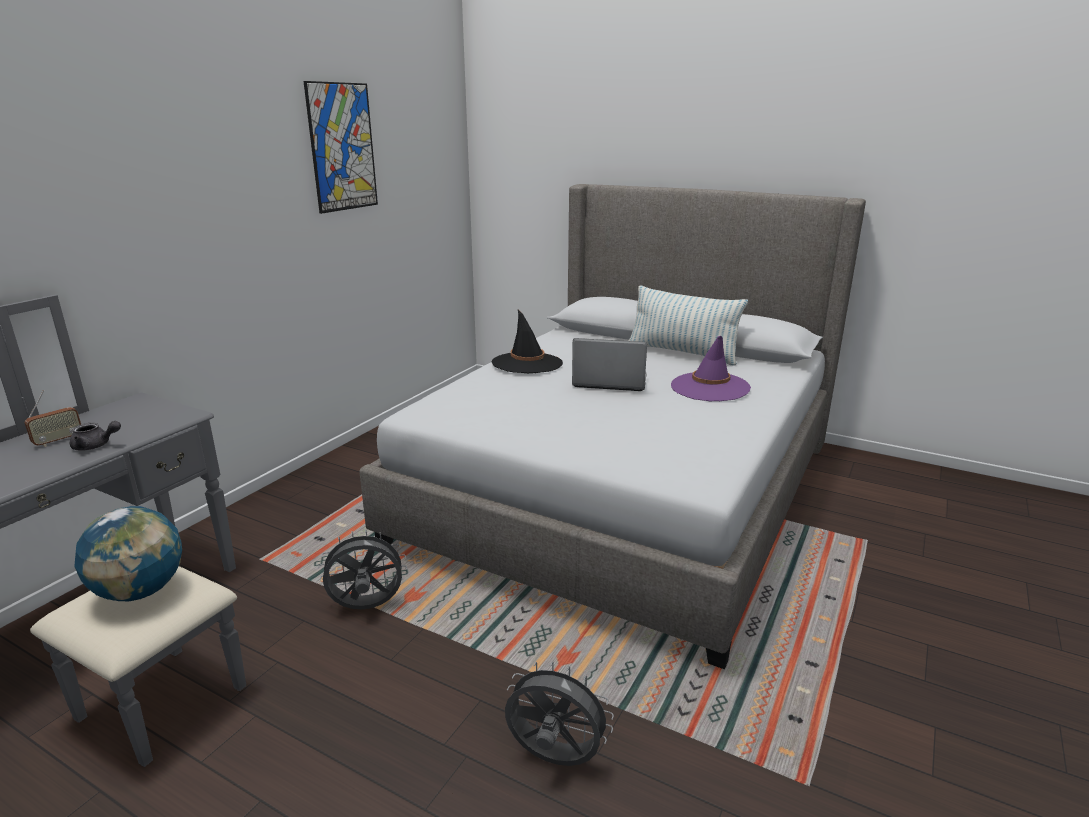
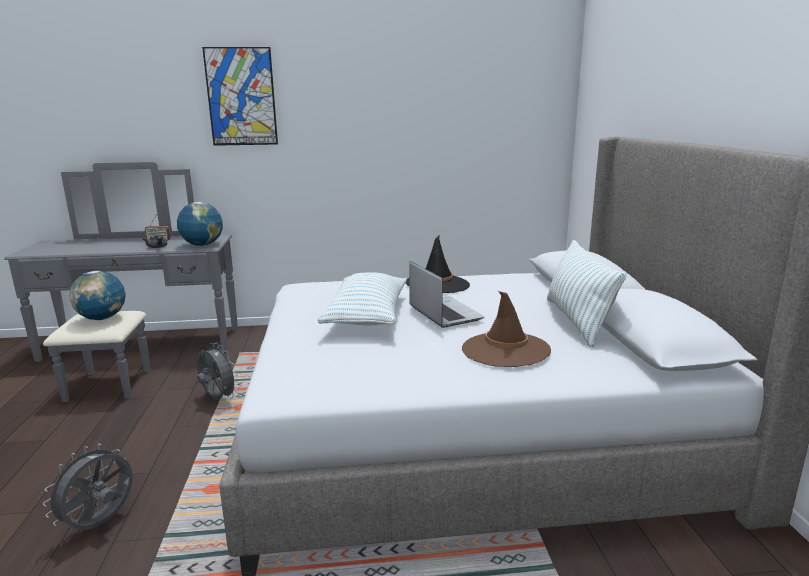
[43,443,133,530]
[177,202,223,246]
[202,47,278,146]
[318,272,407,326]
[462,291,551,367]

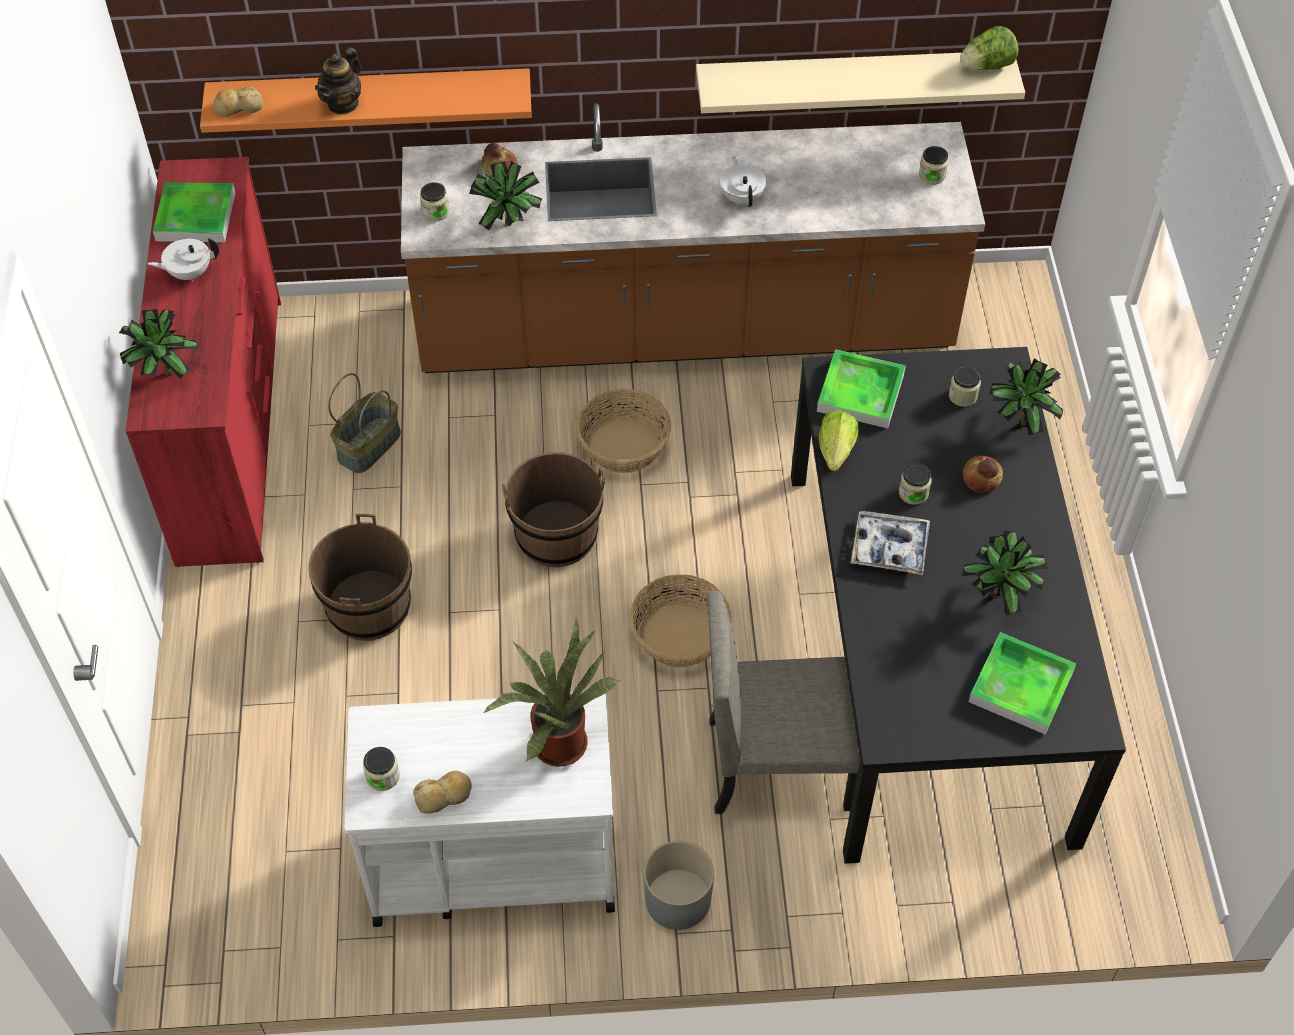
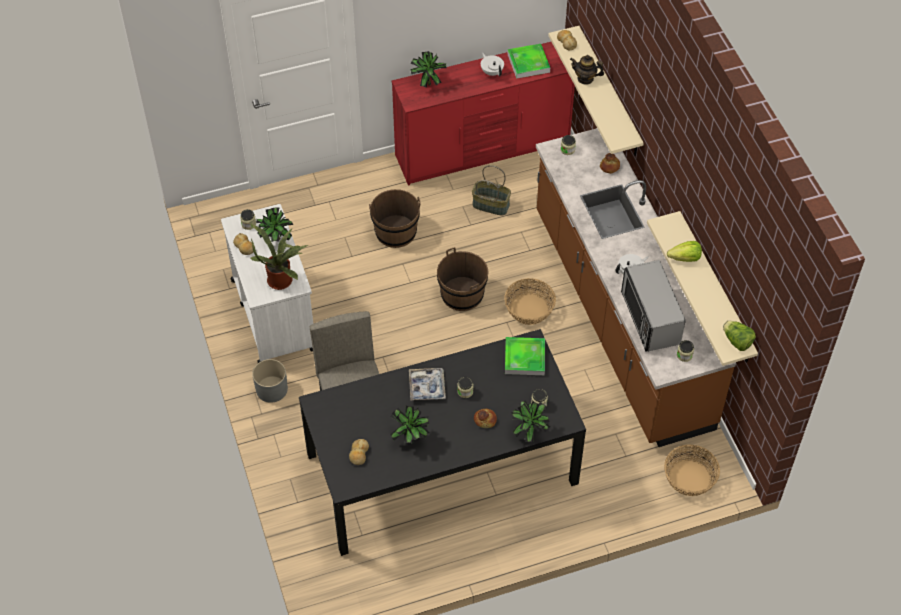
[256,207,293,242]
[349,439,369,465]
[548,26,644,156]
[621,260,686,352]
[664,445,720,496]
[667,241,702,262]

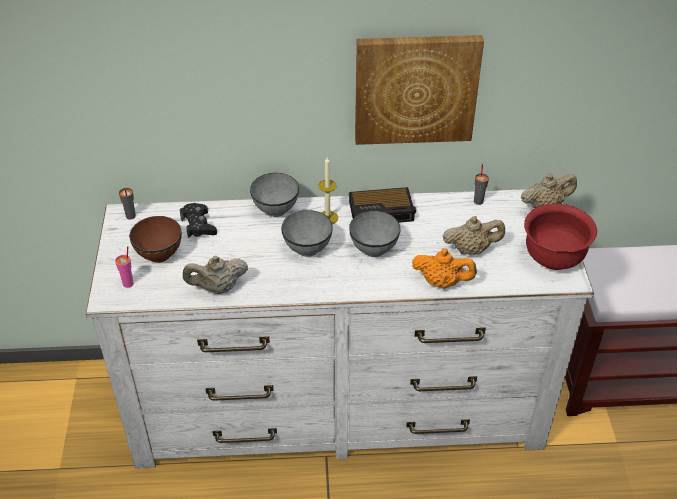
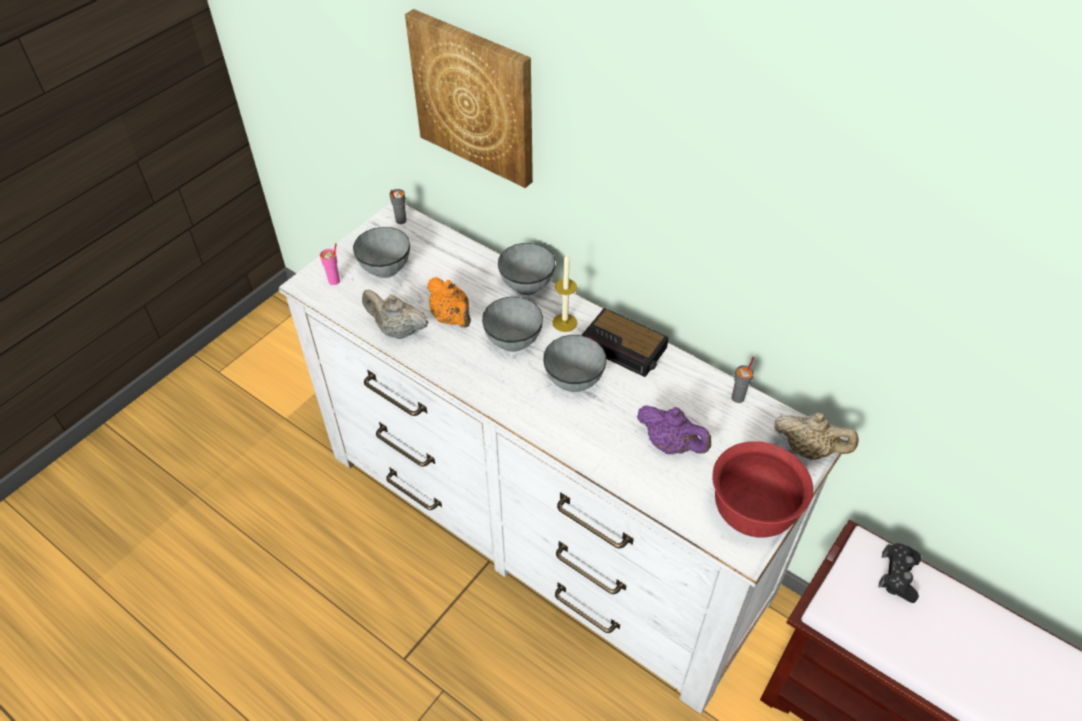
[353,227,410,278]
[405,9,533,188]
[427,277,471,328]
[637,405,711,454]
[878,543,922,603]

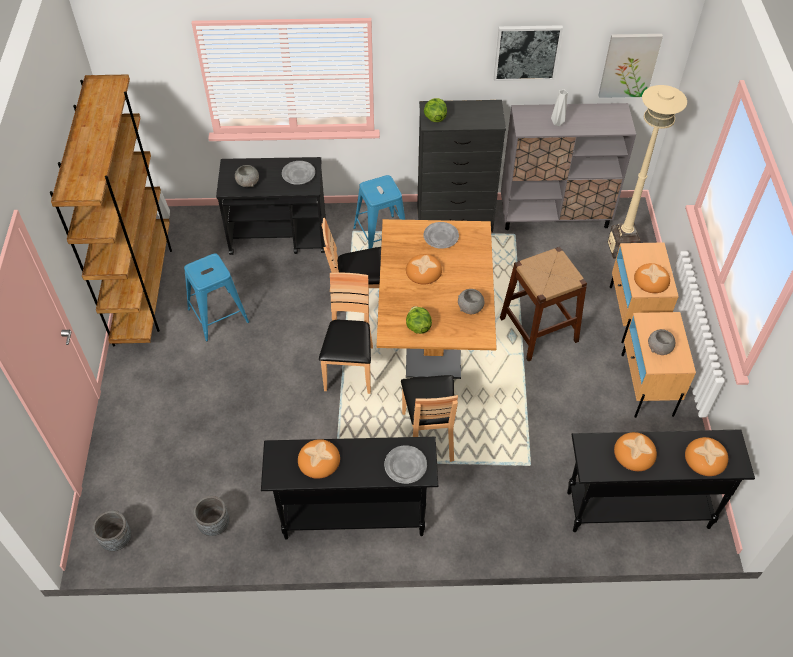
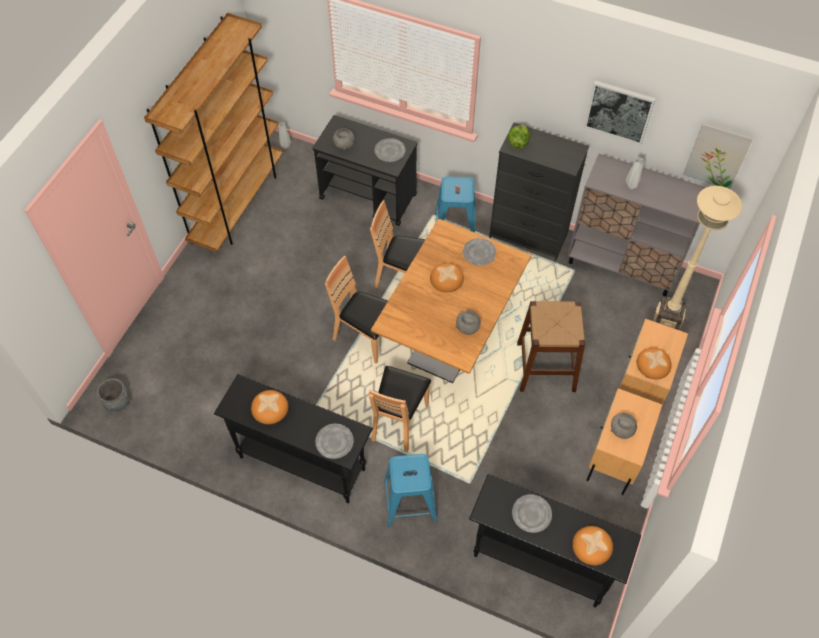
[325,256,388,364]
[384,454,437,527]
[512,494,552,533]
[193,496,229,536] (first image)
[406,306,432,334] (first image)

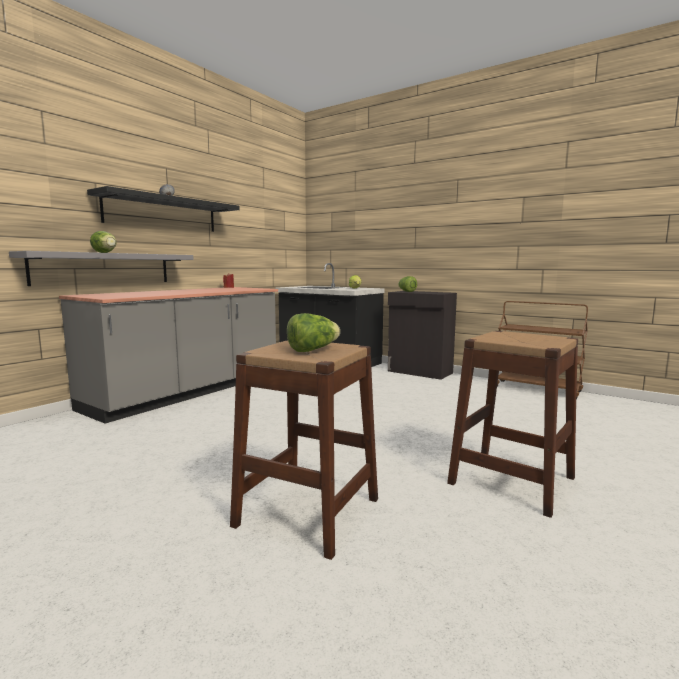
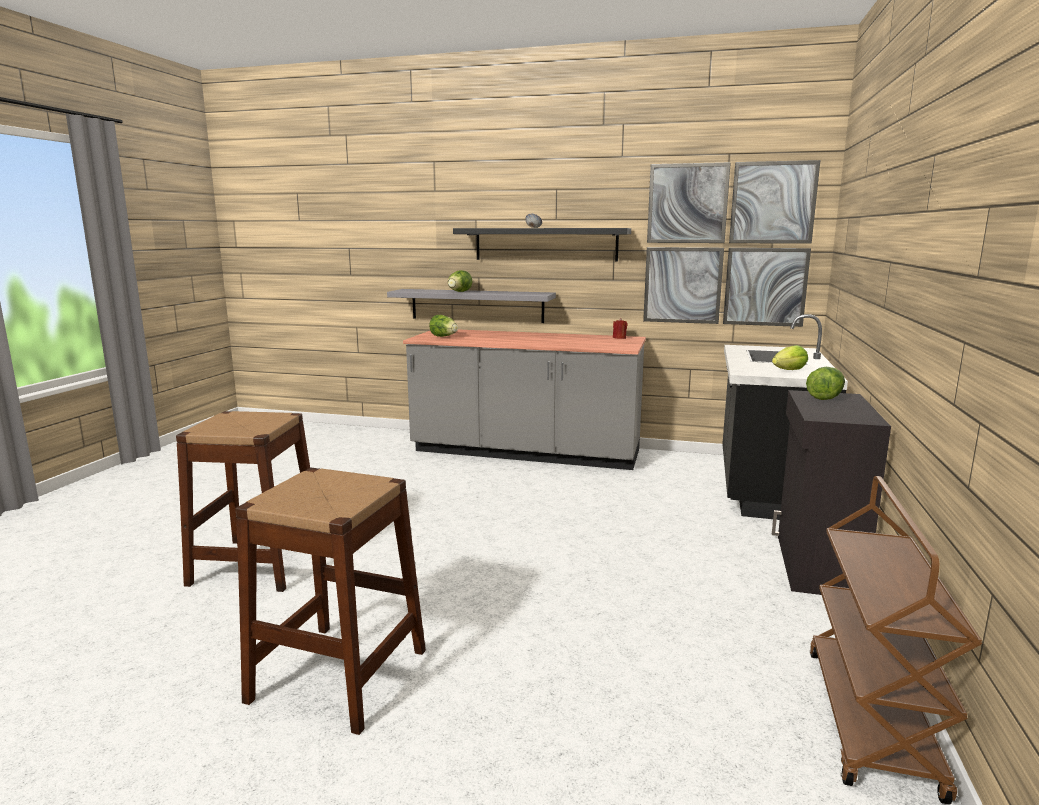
[429,315,458,337]
[643,160,820,327]

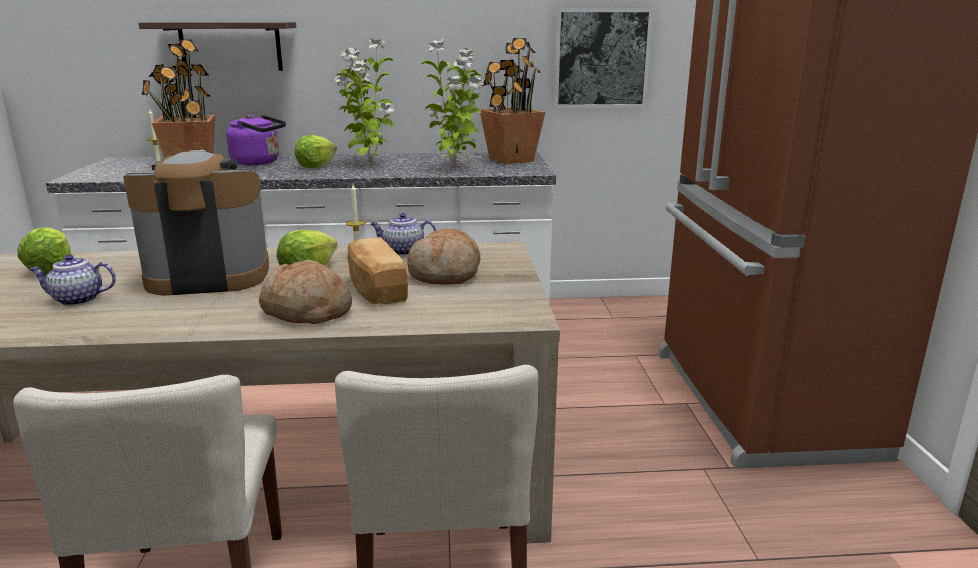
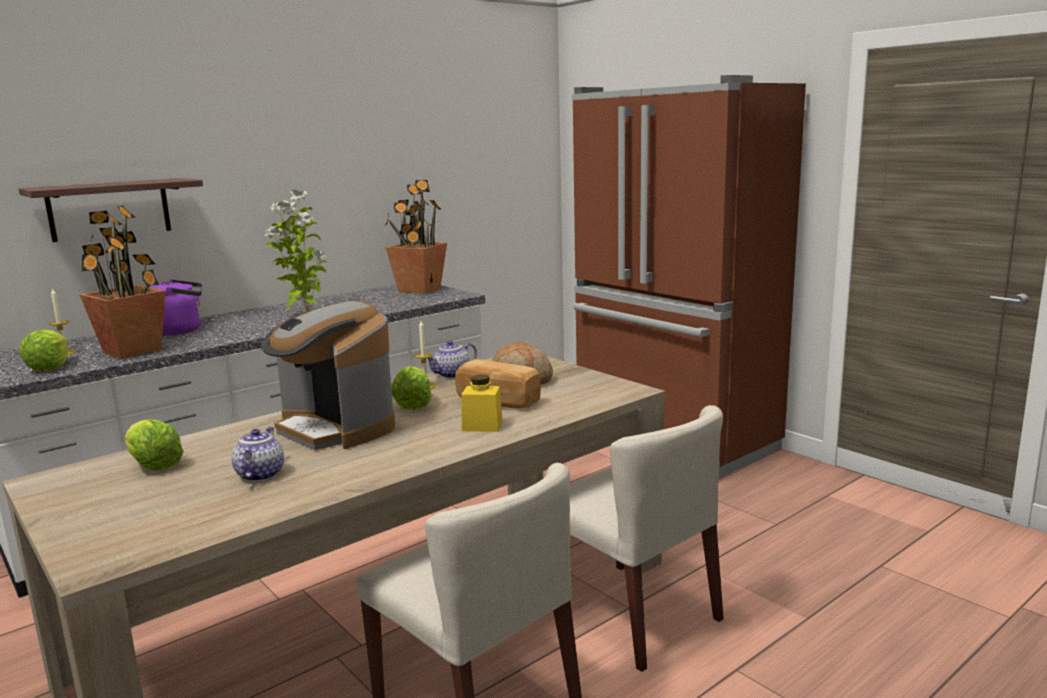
[19,329,68,372]
[231,427,284,482]
[261,301,395,450]
[461,374,503,432]
[420,39,485,169] (first image)
[554,8,653,108] (first image)

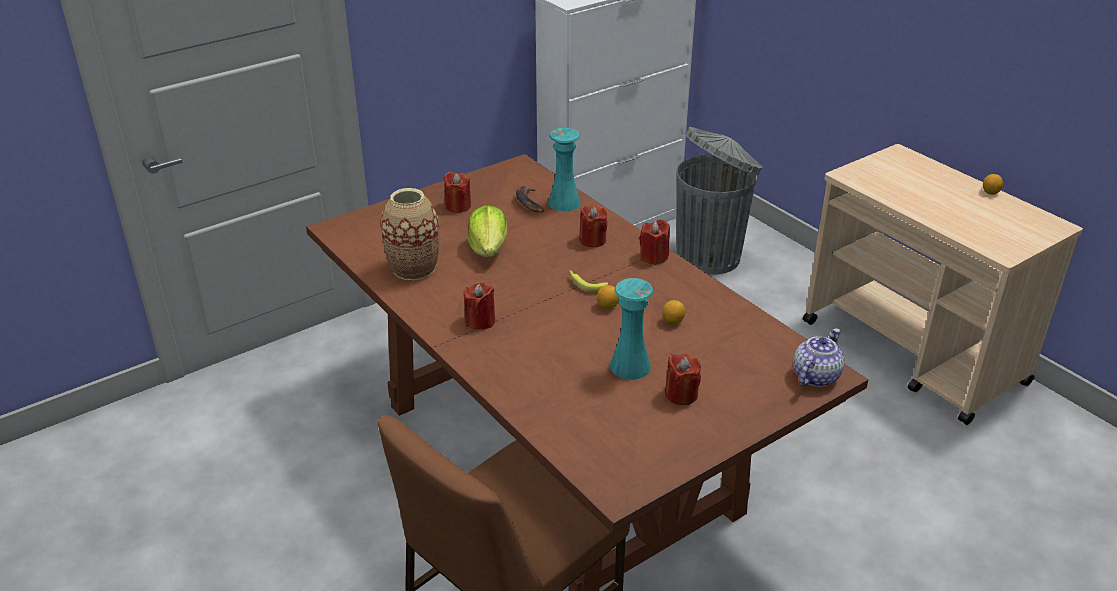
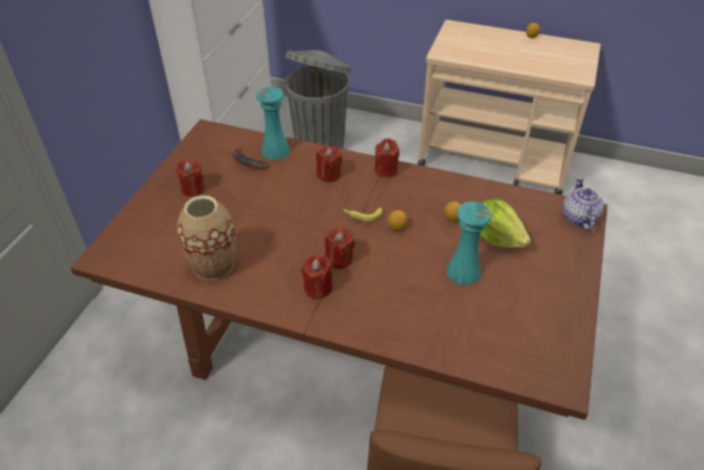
[325,227,355,269]
[480,199,531,248]

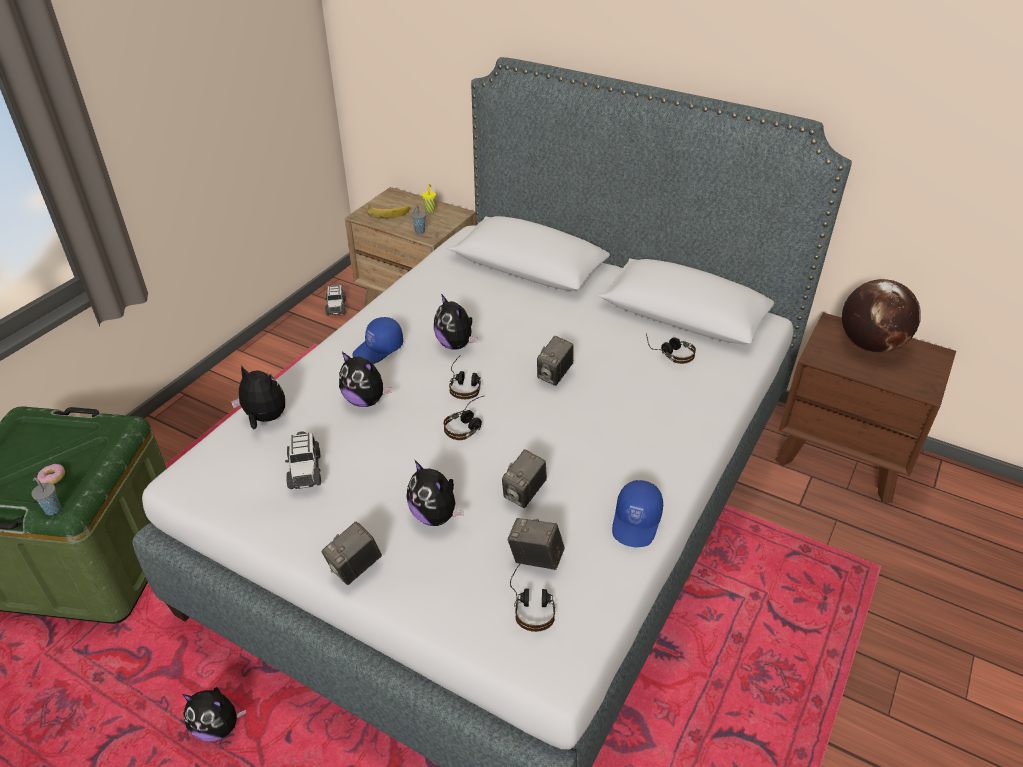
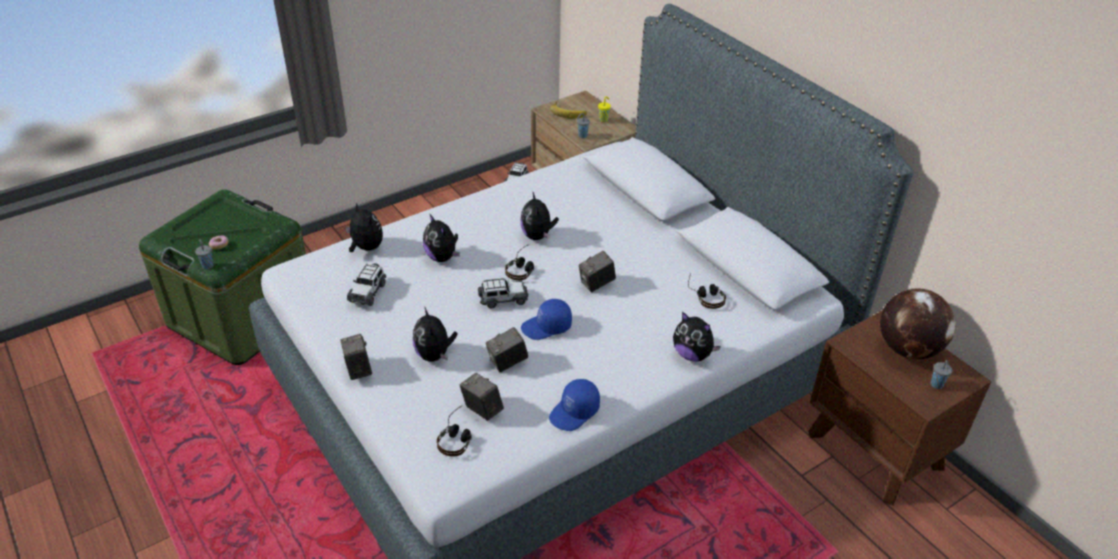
[340,334,372,380]
[478,278,528,308]
[521,299,572,340]
[673,311,721,362]
[931,360,952,389]

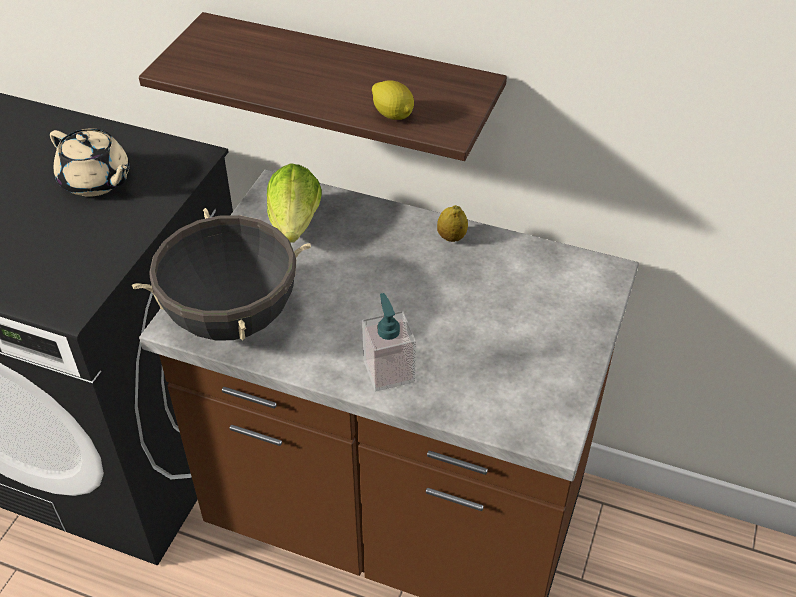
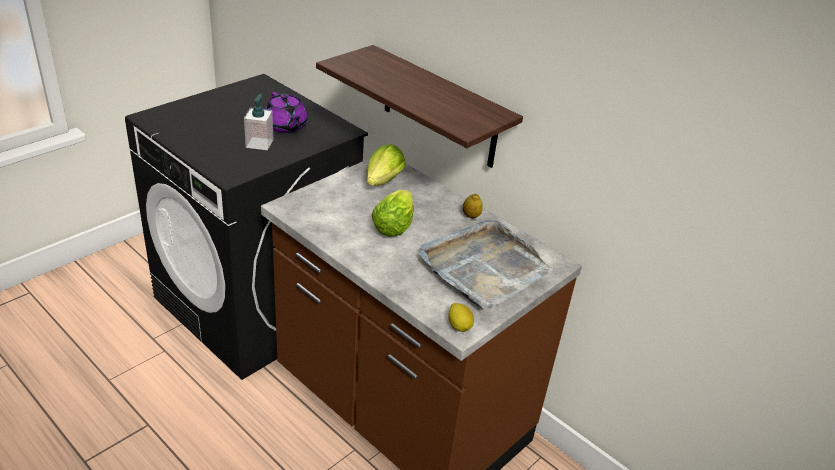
[244,94,273,150]
[265,92,307,133]
[371,190,413,237]
[419,220,553,309]
[448,303,474,332]
[132,208,311,341] (first image)

